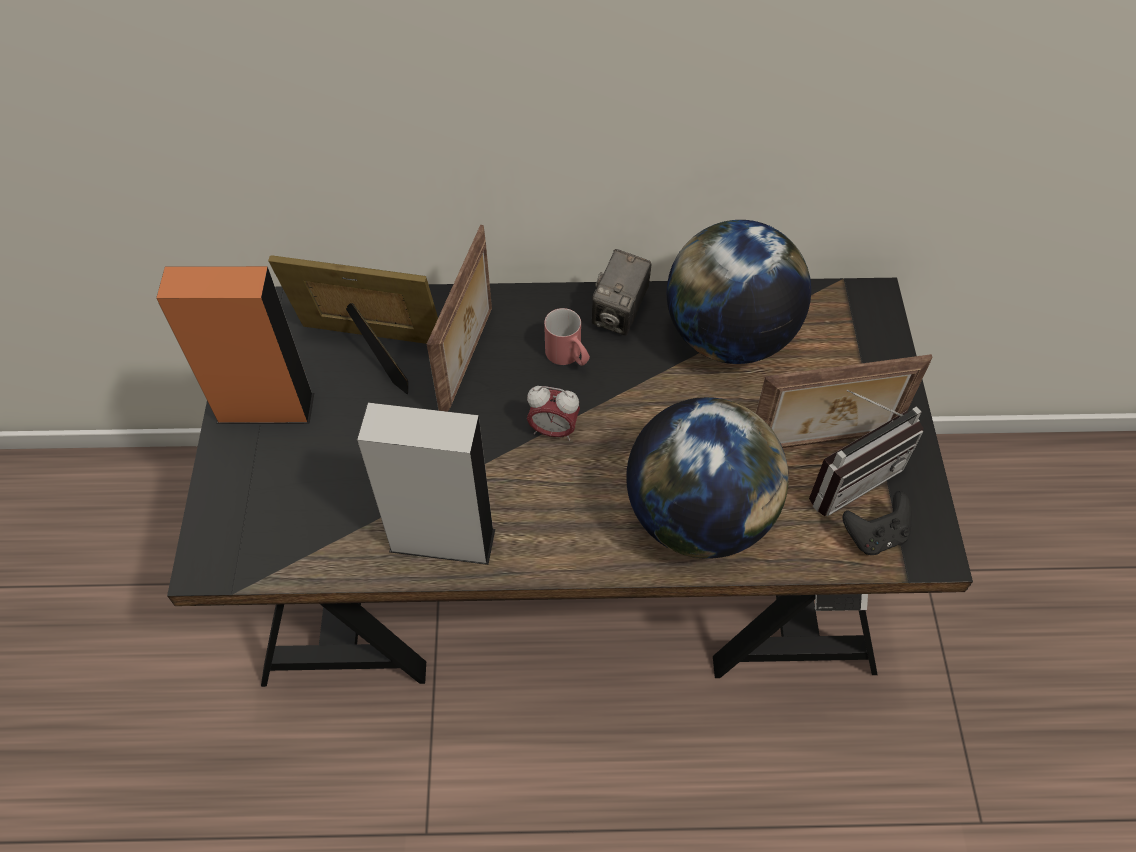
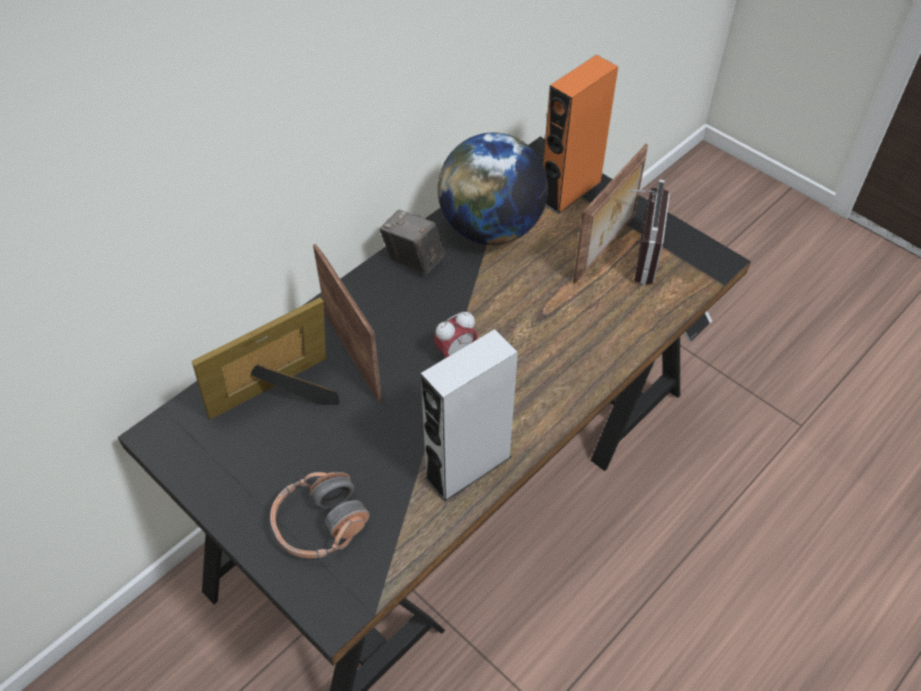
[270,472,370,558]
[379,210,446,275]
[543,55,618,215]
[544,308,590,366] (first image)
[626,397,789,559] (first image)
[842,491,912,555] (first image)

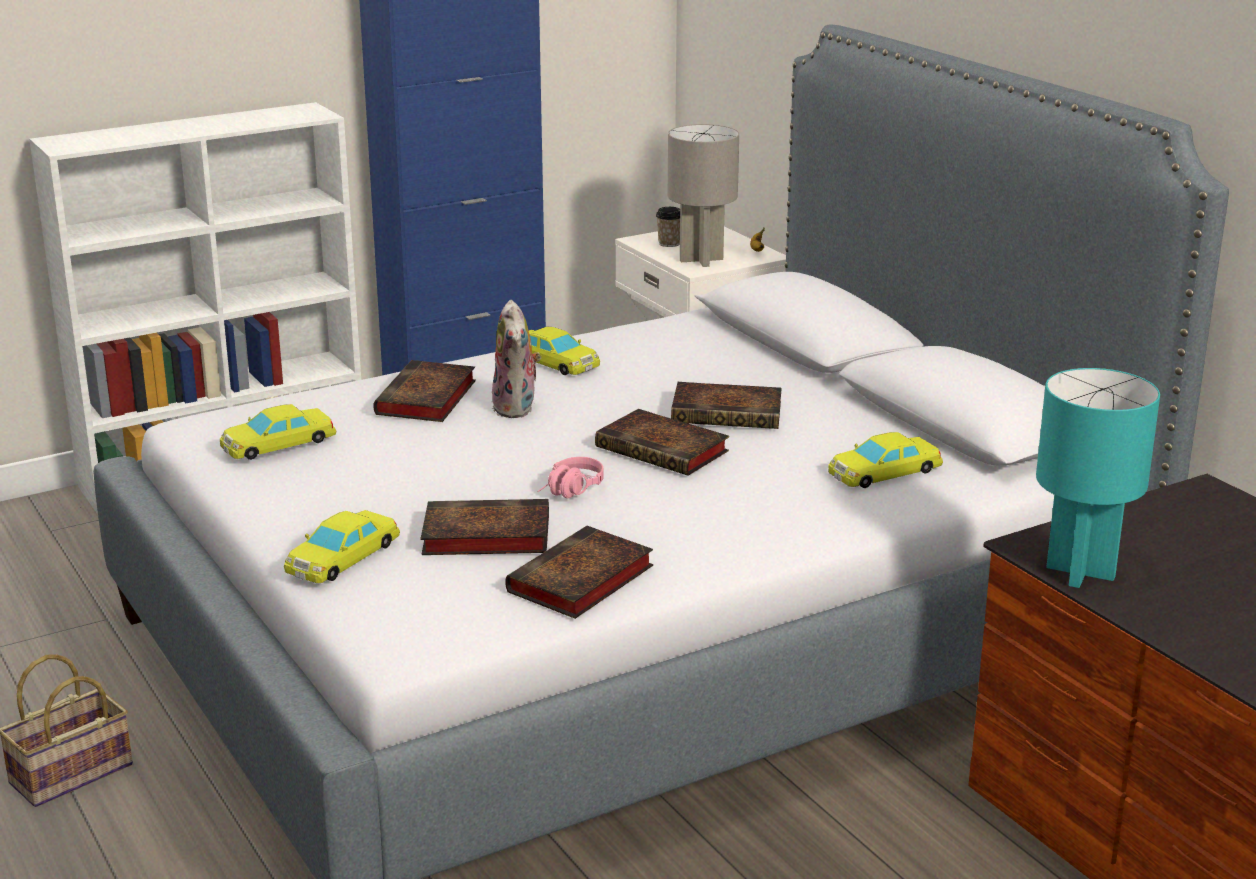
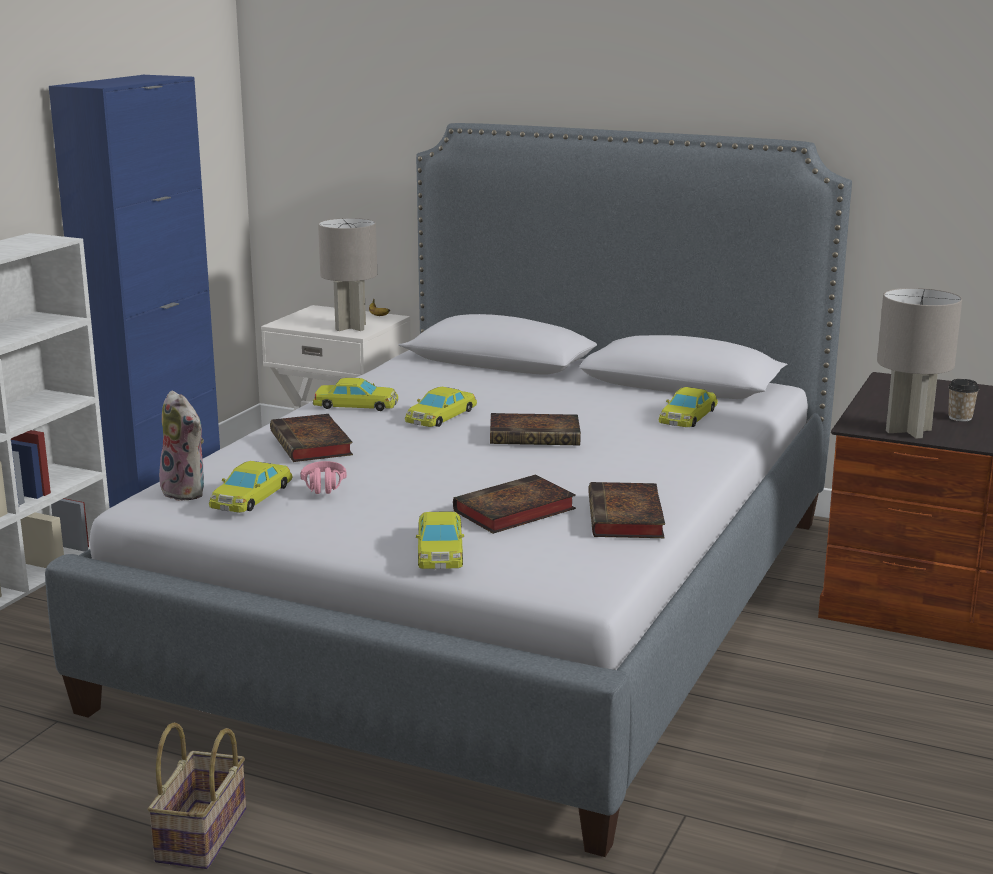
[159,390,204,501]
[300,461,347,494]
[405,387,477,427]
[877,288,962,439]
[948,379,979,422]
[671,382,782,429] (first image)

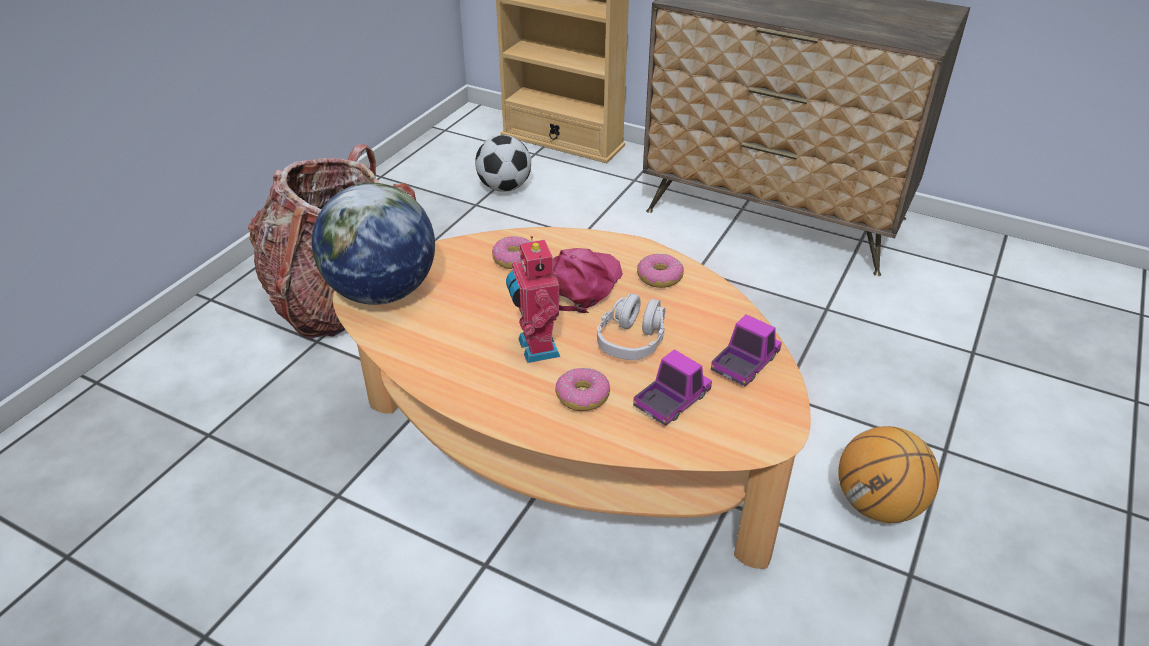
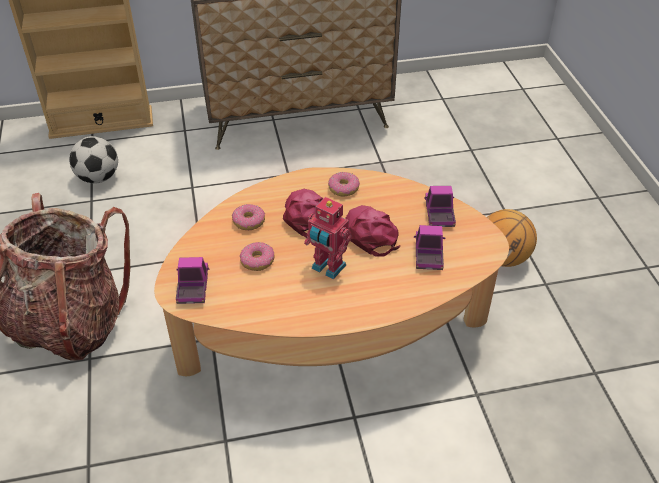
[176,257,210,304]
[240,242,274,271]
[345,205,400,257]

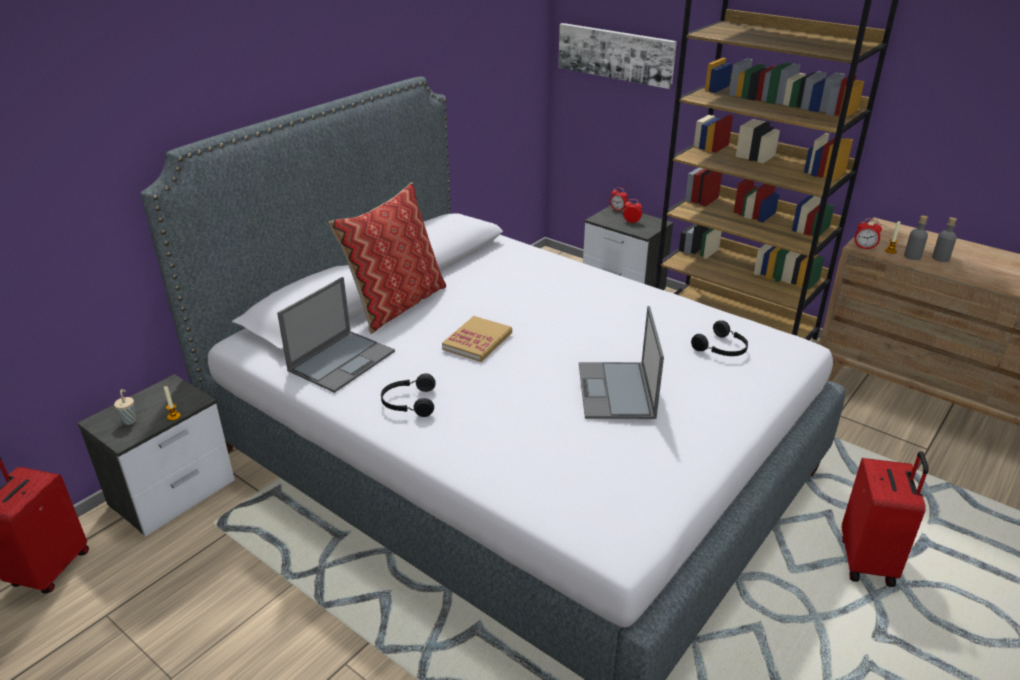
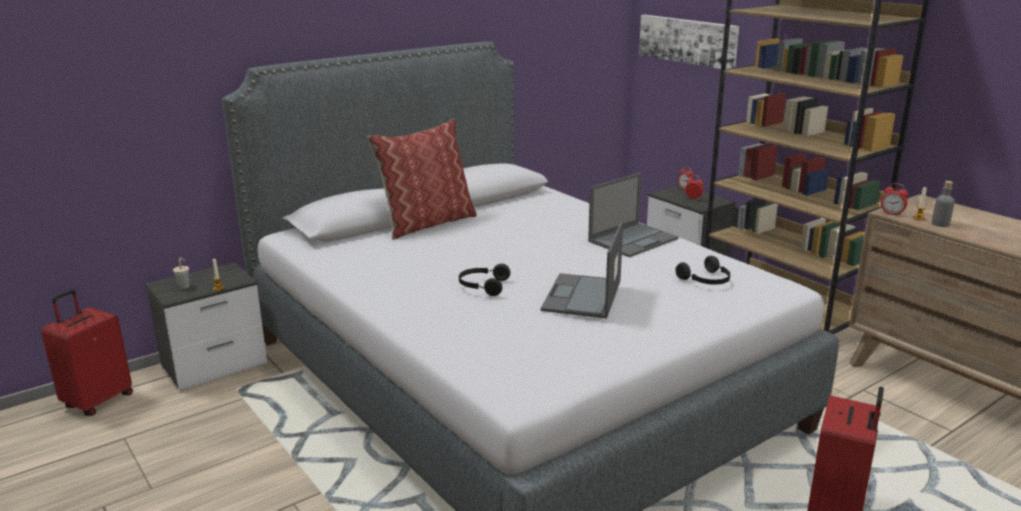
[459,264,510,296]
[588,173,678,257]
[442,316,512,362] (first image)
[932,217,957,262] (first image)

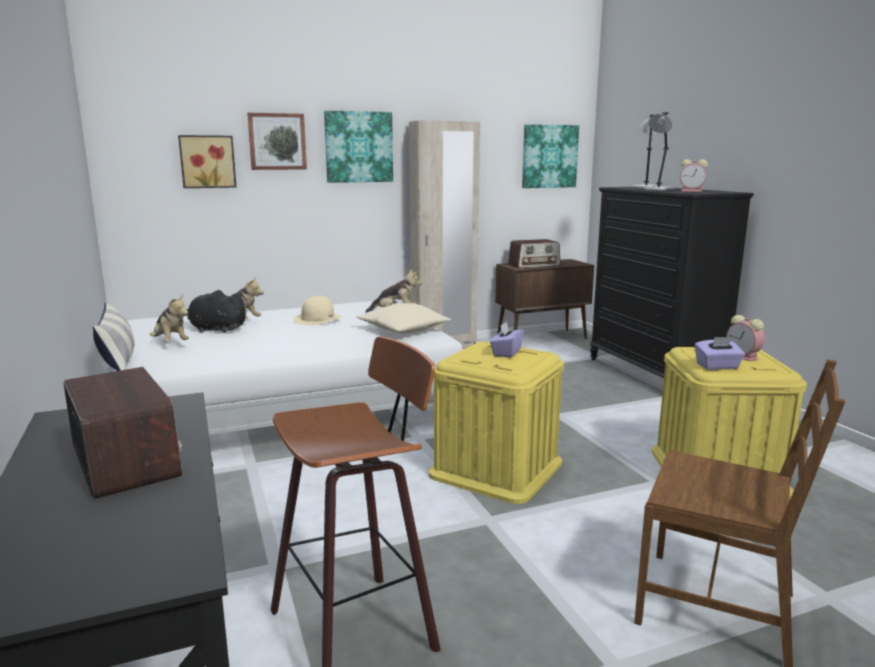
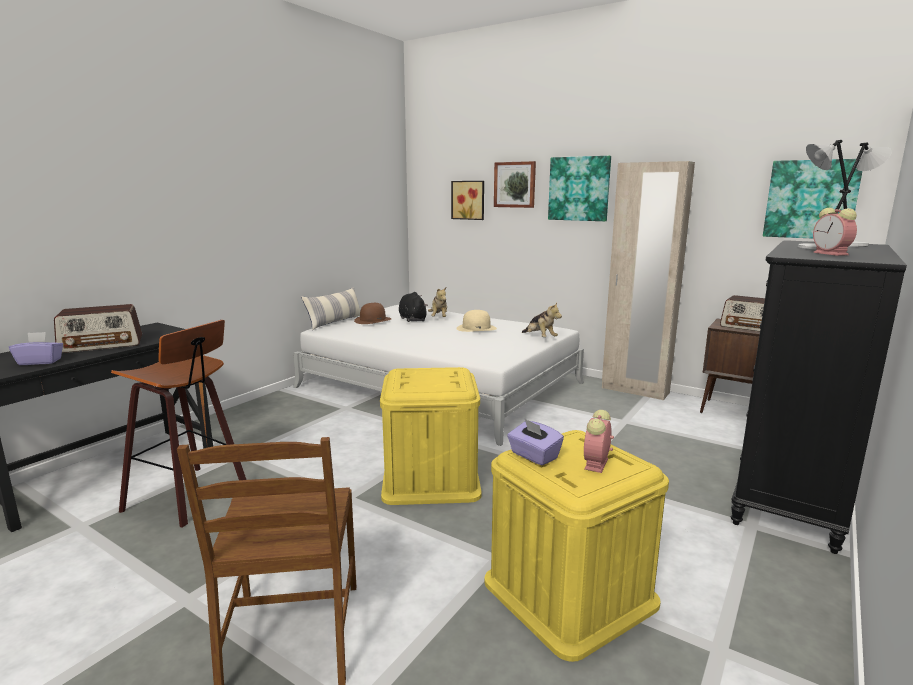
[9,332,63,365]
[54,304,142,353]
[354,303,391,324]
[356,303,451,333] (first image)

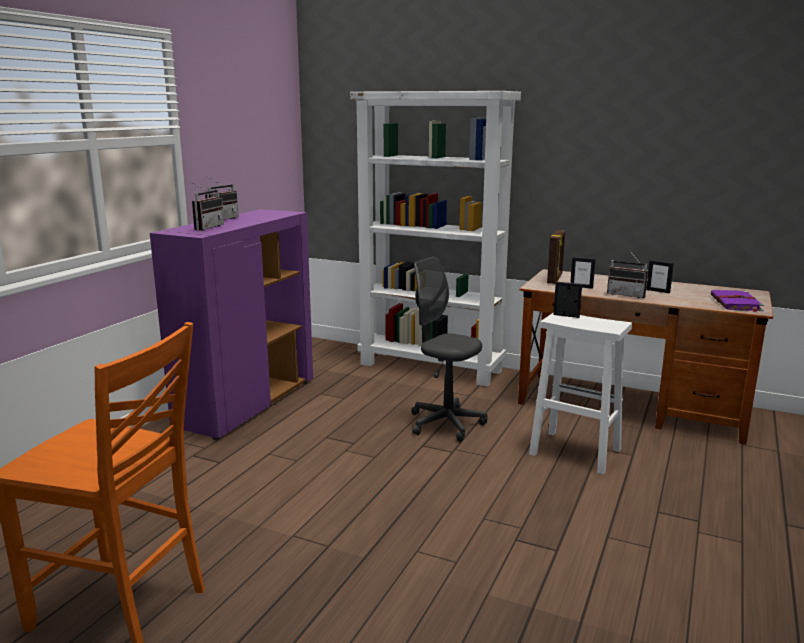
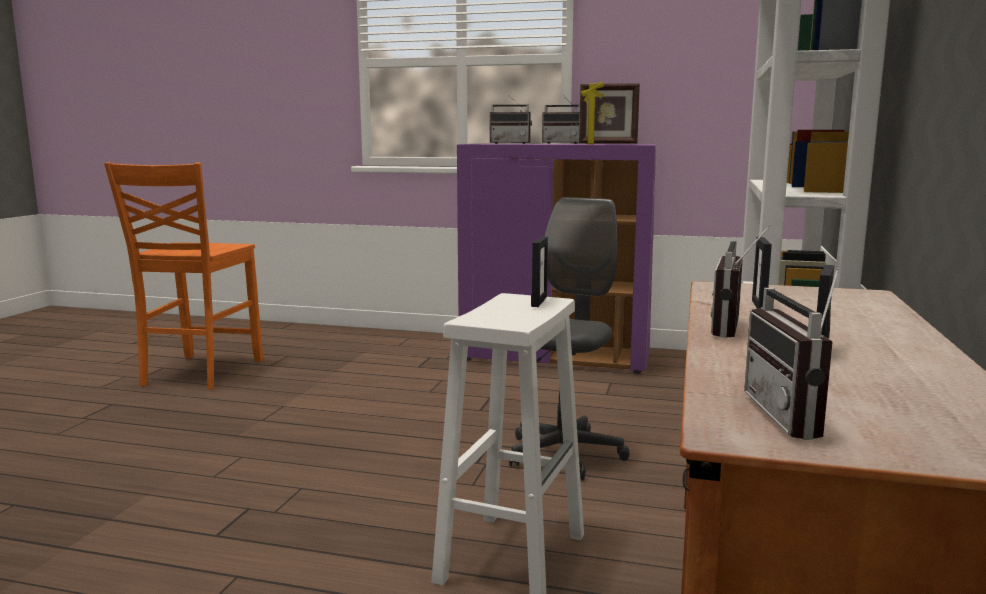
[579,81,640,144]
[744,265,840,440]

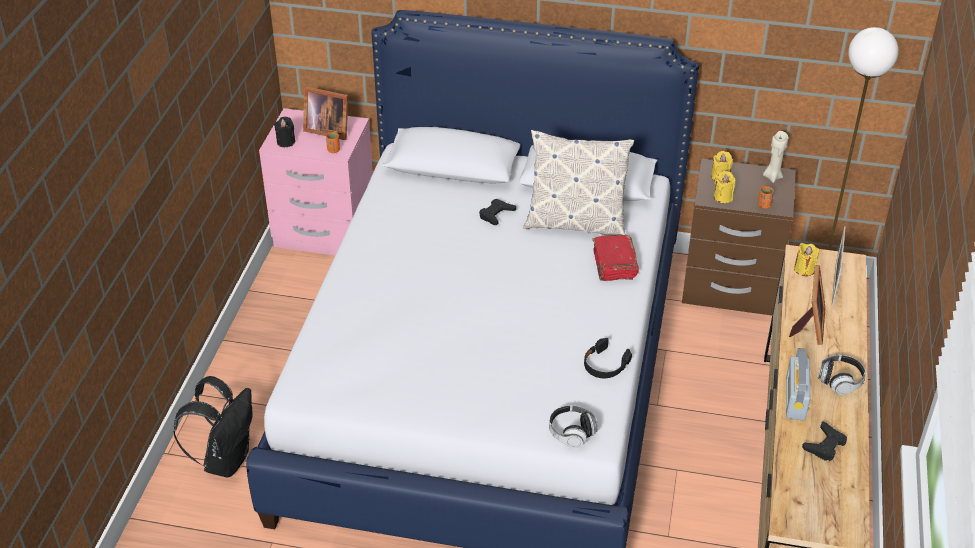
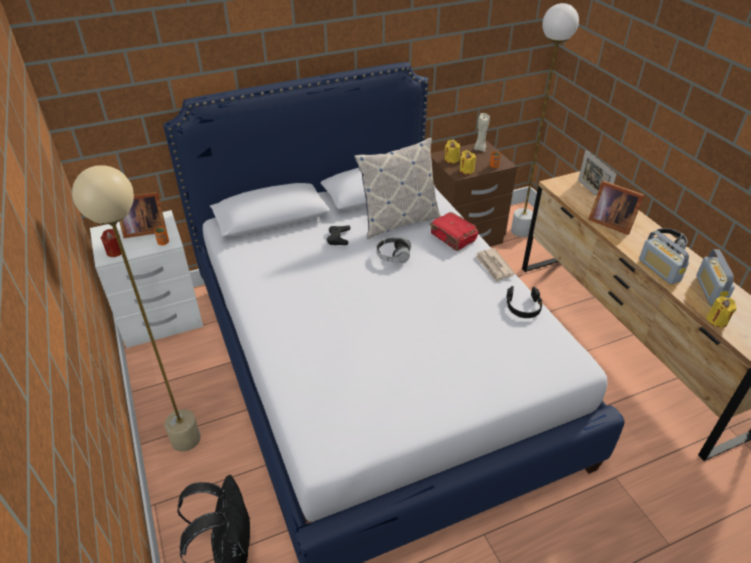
[72,165,201,452]
[90,210,203,348]
[101,229,121,257]
[376,238,411,263]
[475,248,515,282]
[588,181,645,235]
[696,249,735,306]
[706,296,737,327]

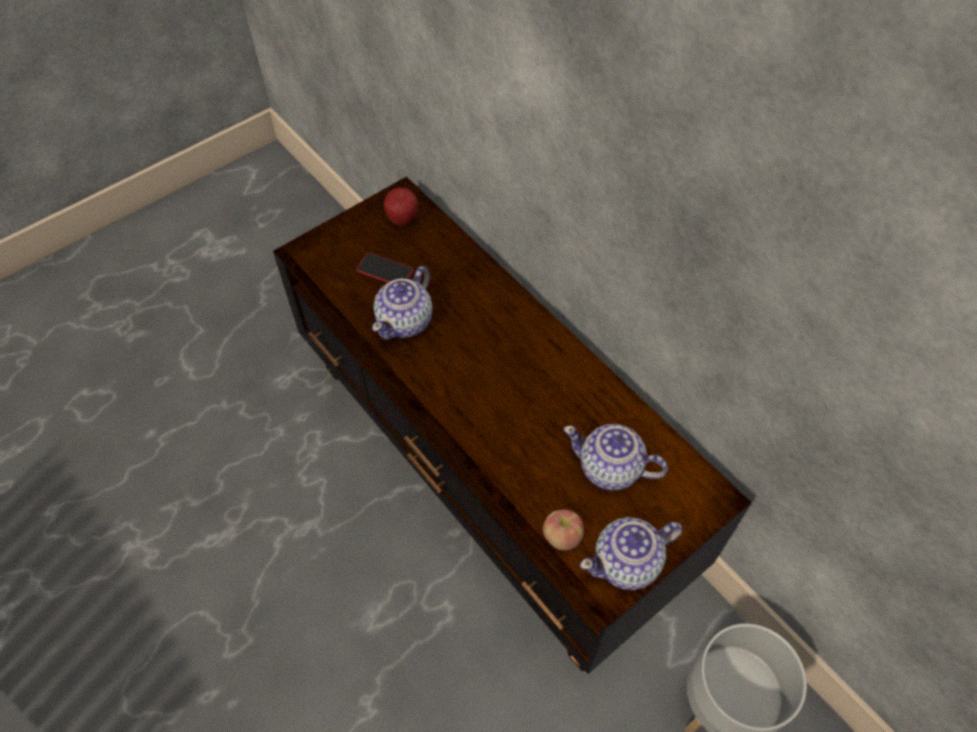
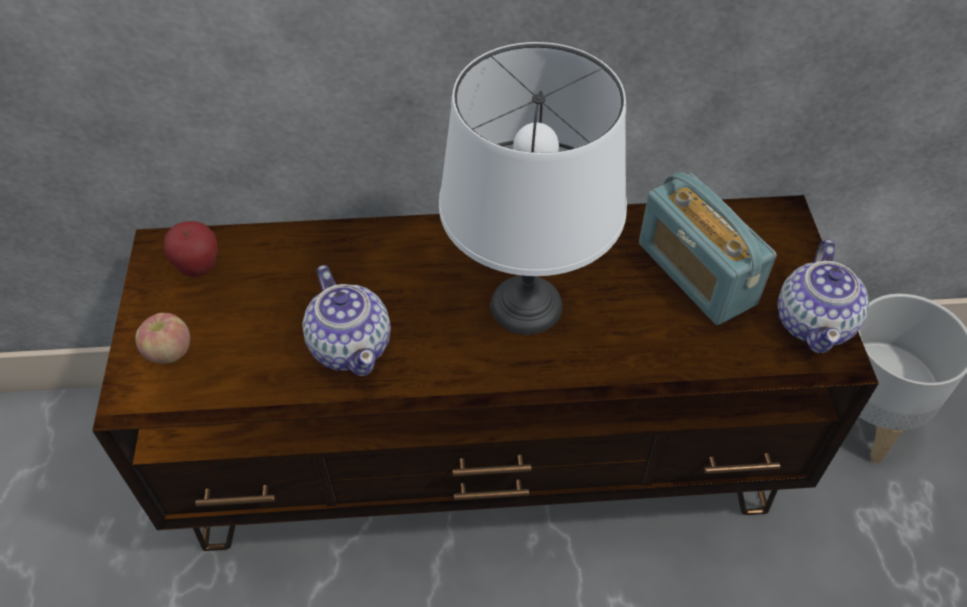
[135,313,190,364]
[439,42,627,335]
[639,172,777,325]
[356,253,414,283] (first image)

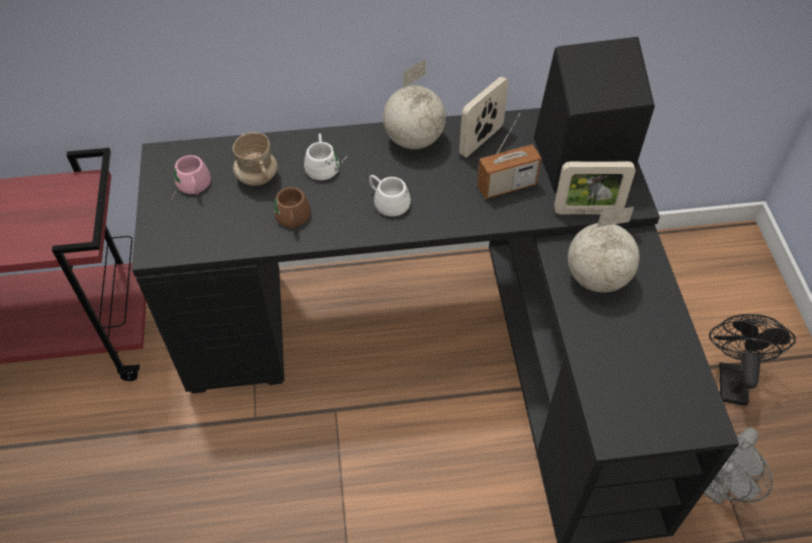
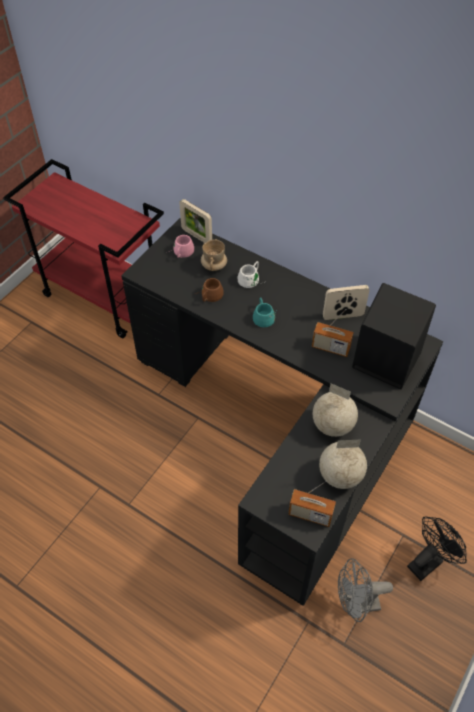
[179,199,212,243]
[253,297,278,327]
[288,480,336,527]
[319,440,367,489]

